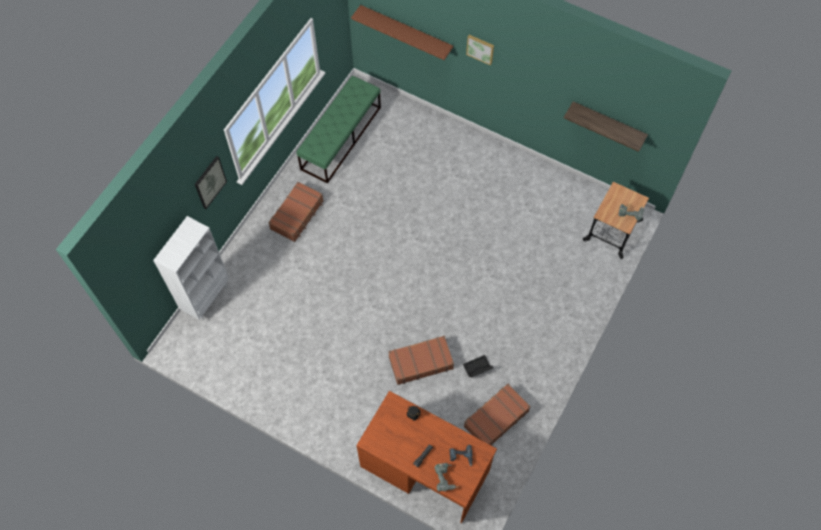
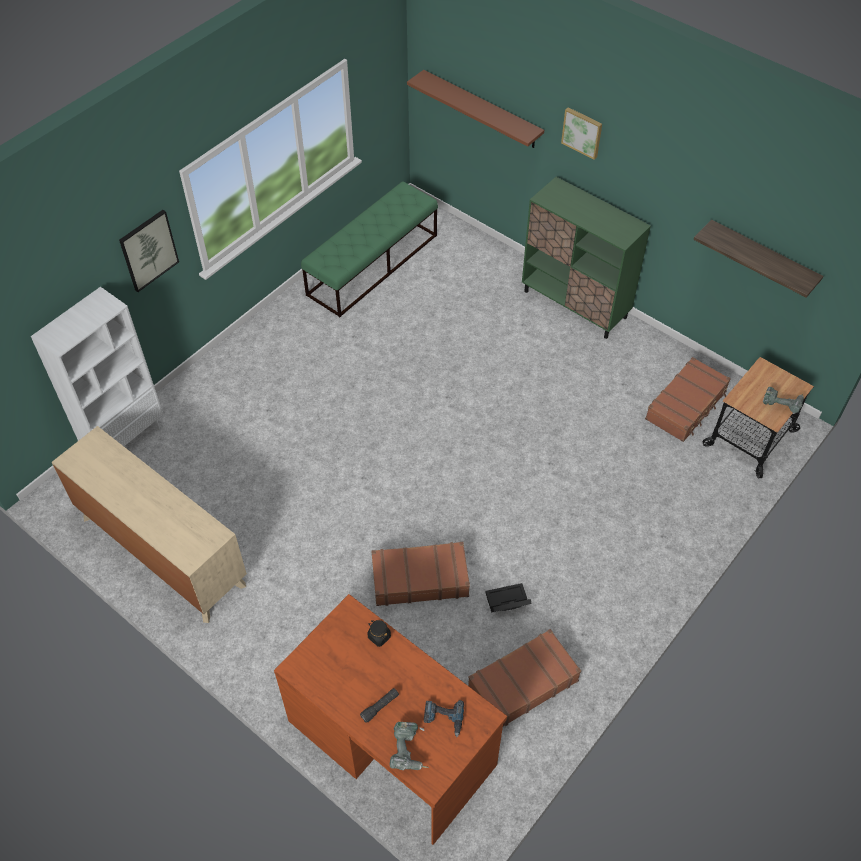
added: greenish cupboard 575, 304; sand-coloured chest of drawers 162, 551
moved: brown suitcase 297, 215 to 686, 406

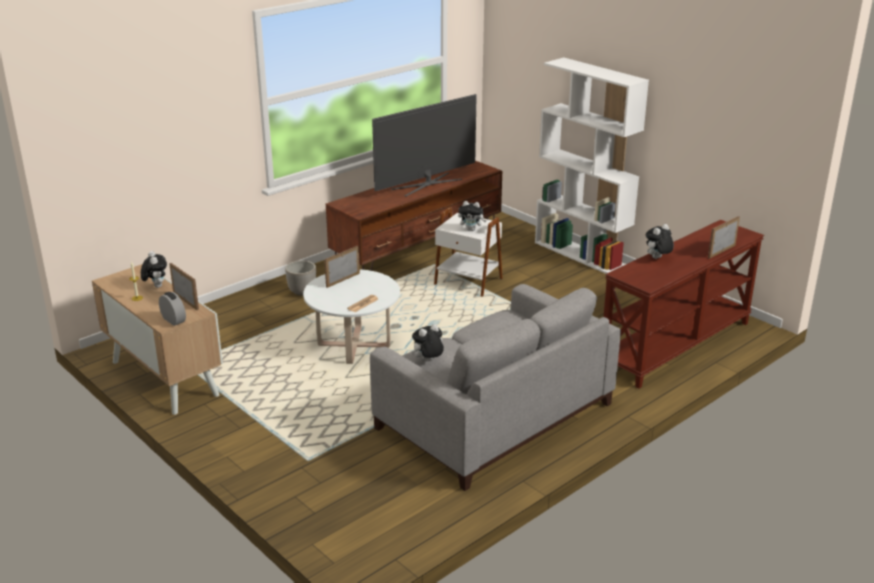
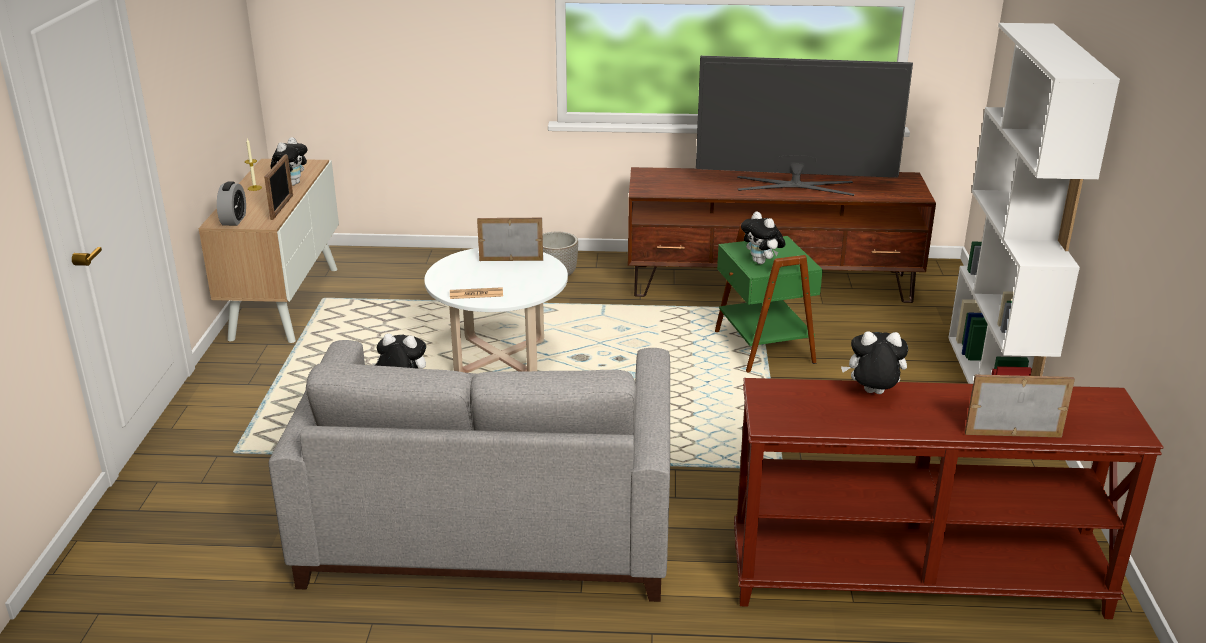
recoloured: white side table 467, 282 to greenish side table 762, 347

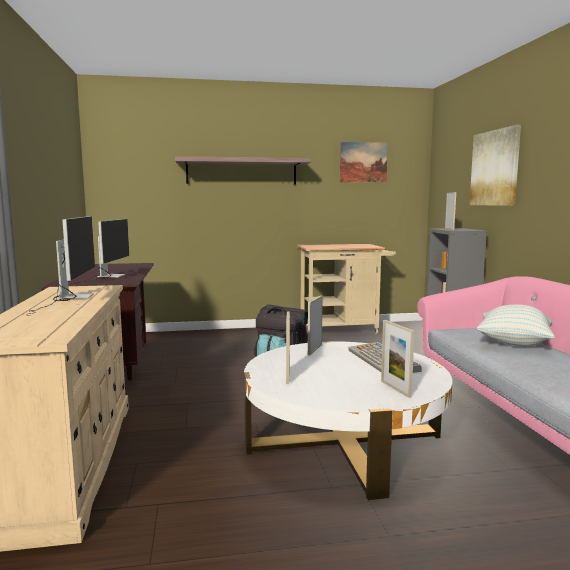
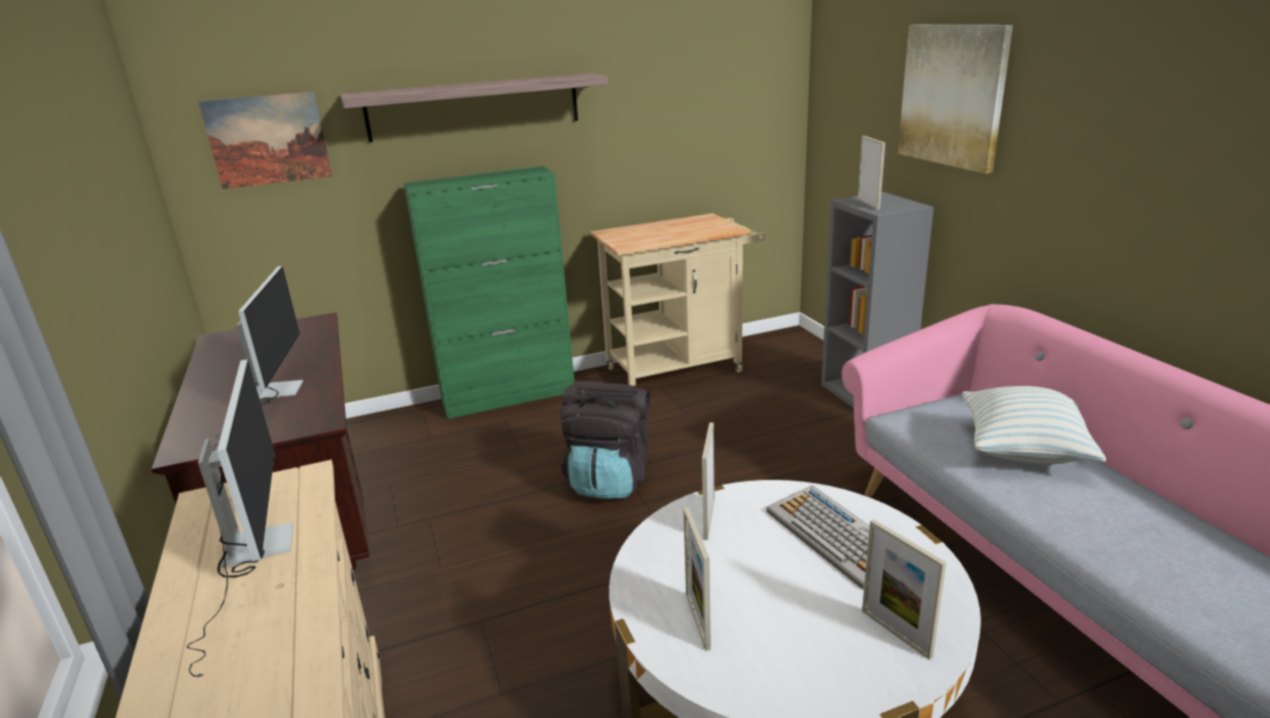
added: greenish cupboard 509, 396
moved: wall art 363, 162 to 268, 140

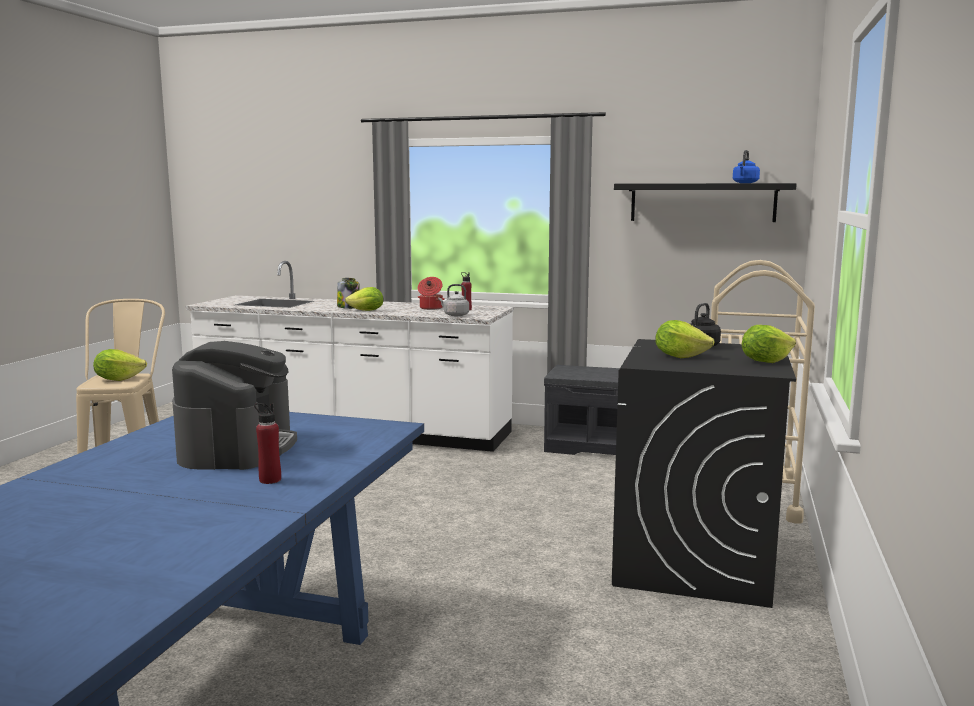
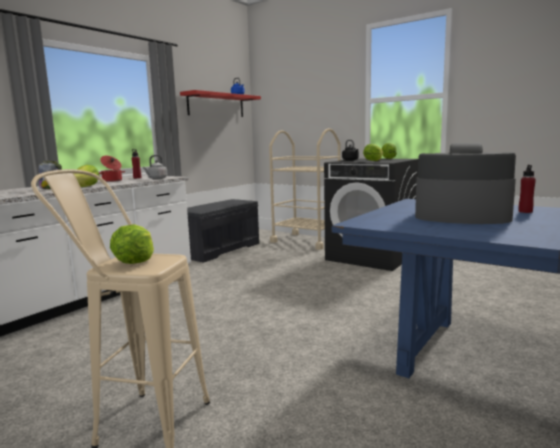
recoloured: black-coloured wall shelf 702, 202 to red-coloured wall shelf 216, 105

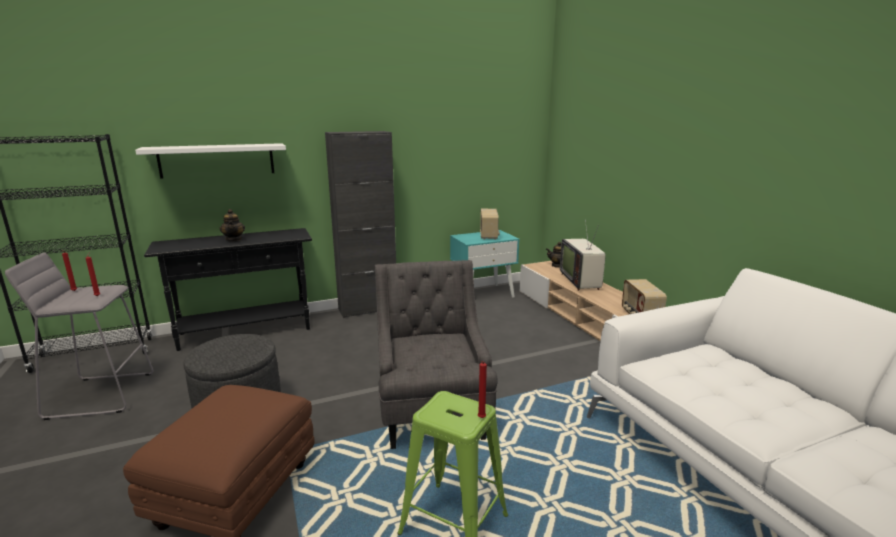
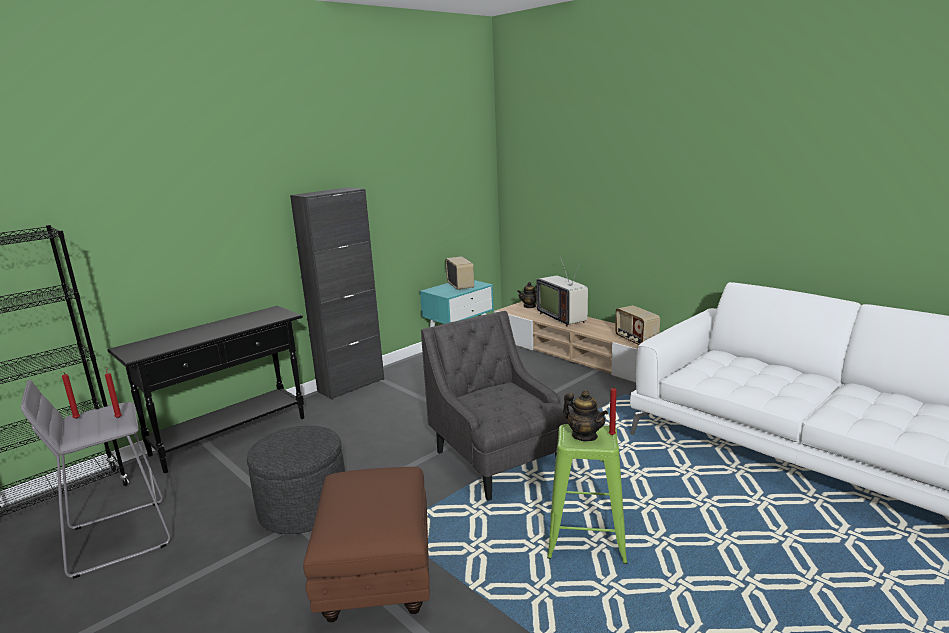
removed: white wall shelf 217, 160
moved: tea pot 234, 239 to 584, 436

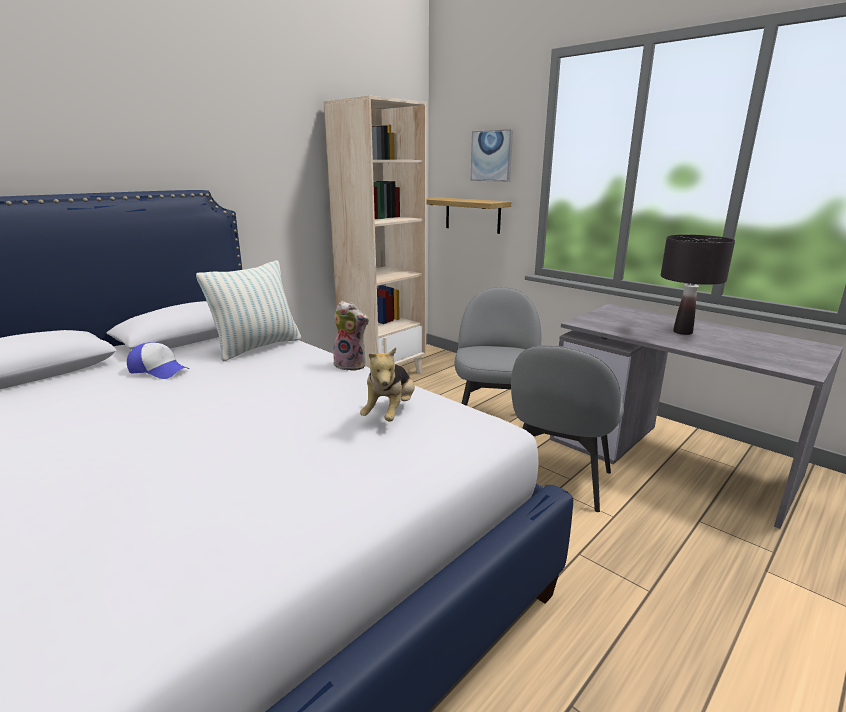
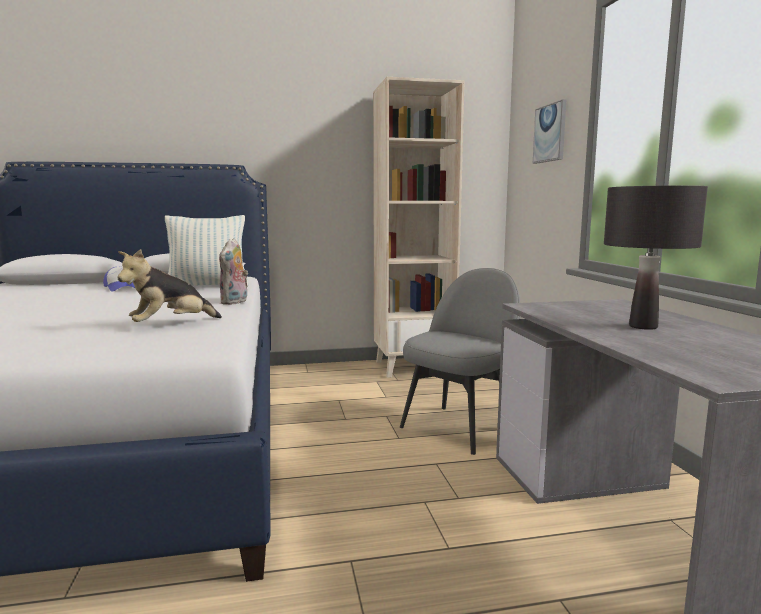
removed: wall shelf 472, 215; gray plain chair 557, 481
turned: cuddly toy 352, 365 = 235, 302 45 degrees clockwise

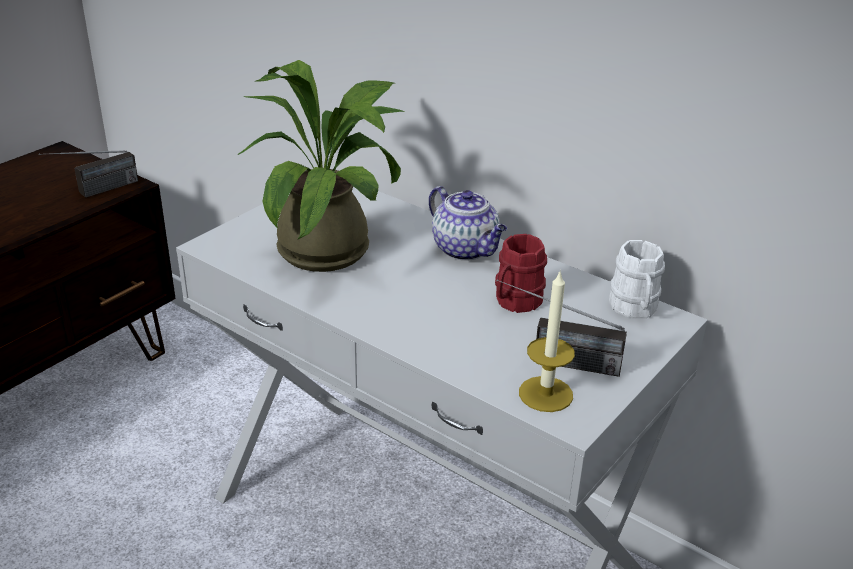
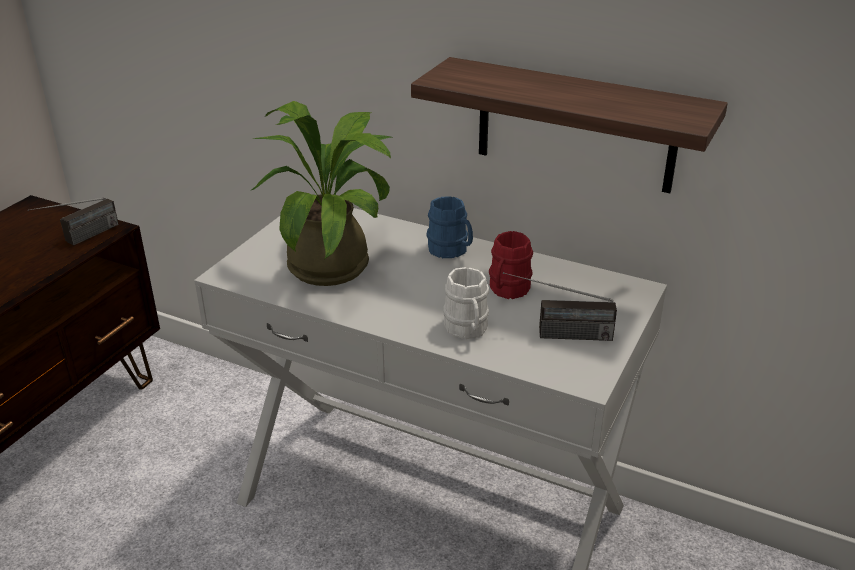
removed: wax light 545, 394
added: wall shelf 575, 126
moved: white mug 634, 309 to 467, 330
replaced: tea pot 466, 250 to blue mug 451, 251

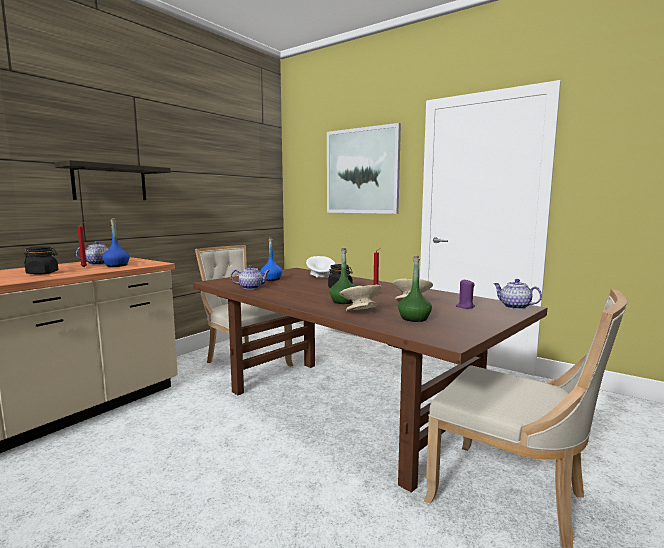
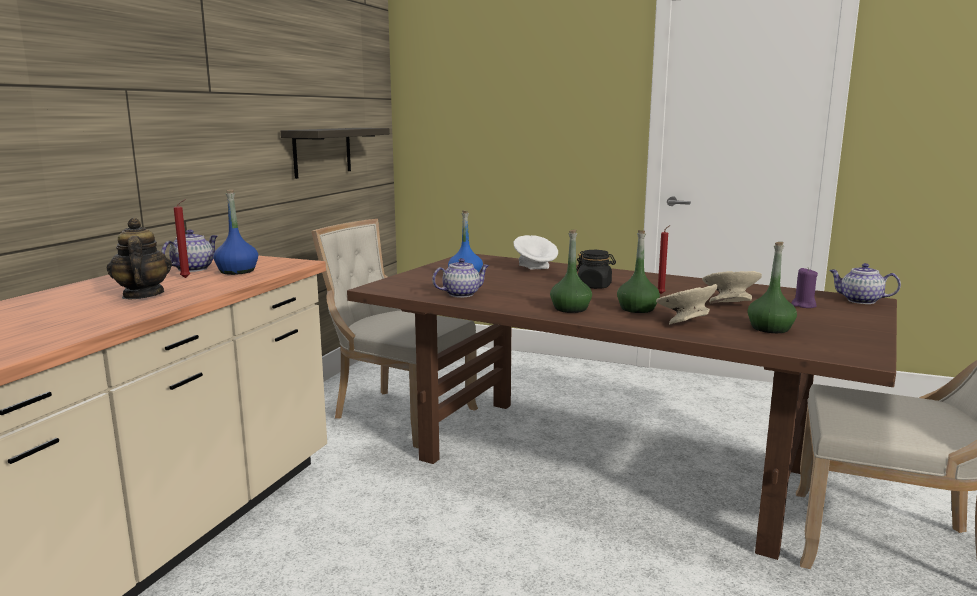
removed: wall art 362, 171
added: greenish beverage bottle 570, 309
moved: wall shelf 110, 183 to 322, 151
replaced: black-coloured preserve jar 43, 273 to tea pot 142, 295

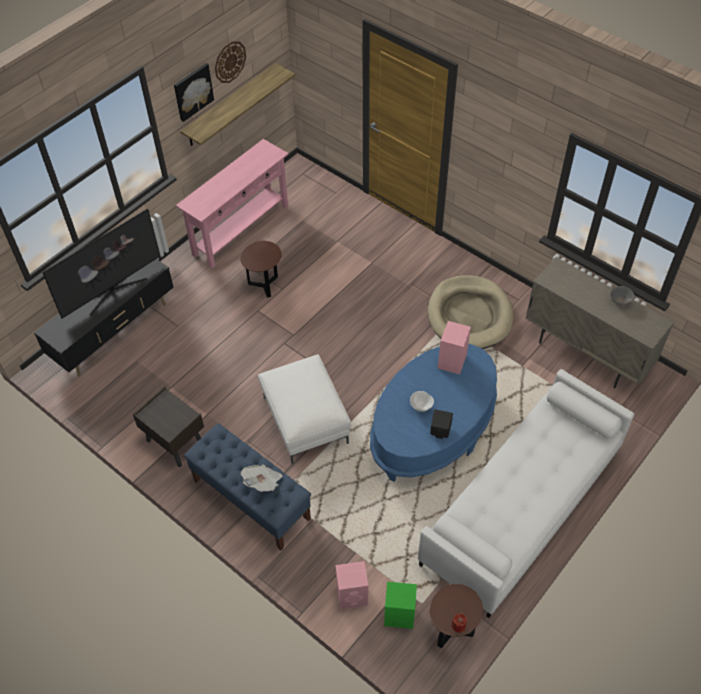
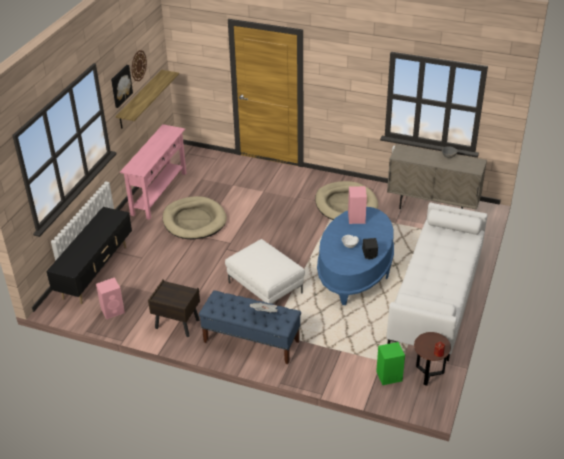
removed: television 112, 291
moved: pink speaker 353, 595 to 113, 310
replaced: brown side table 264, 286 to sand-coloured dog cushion 194, 221

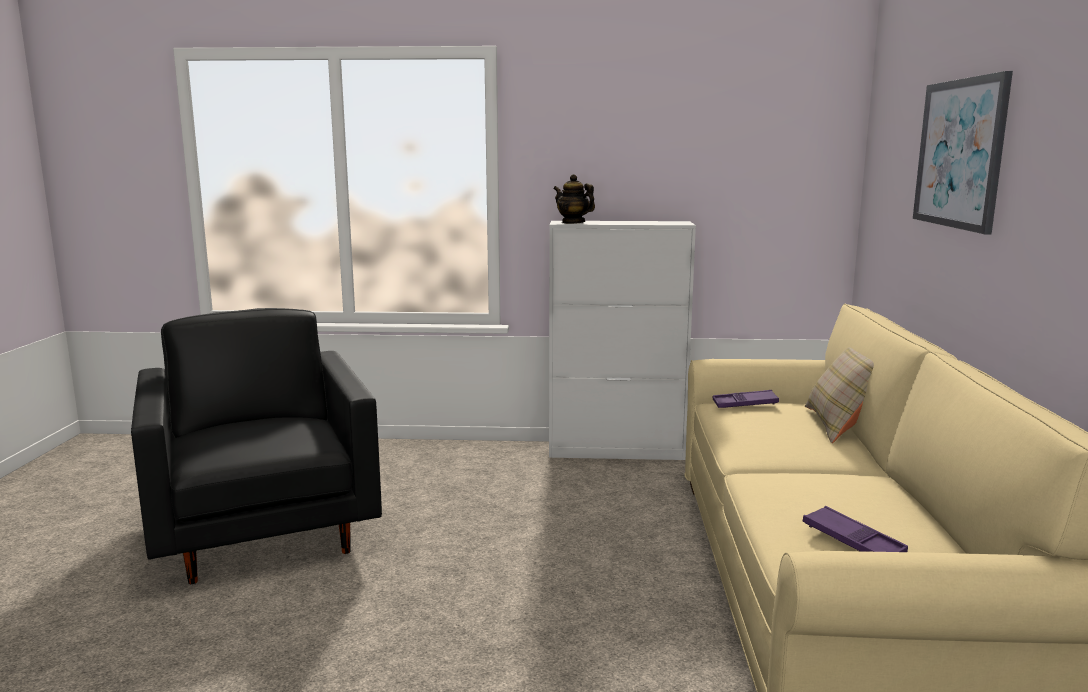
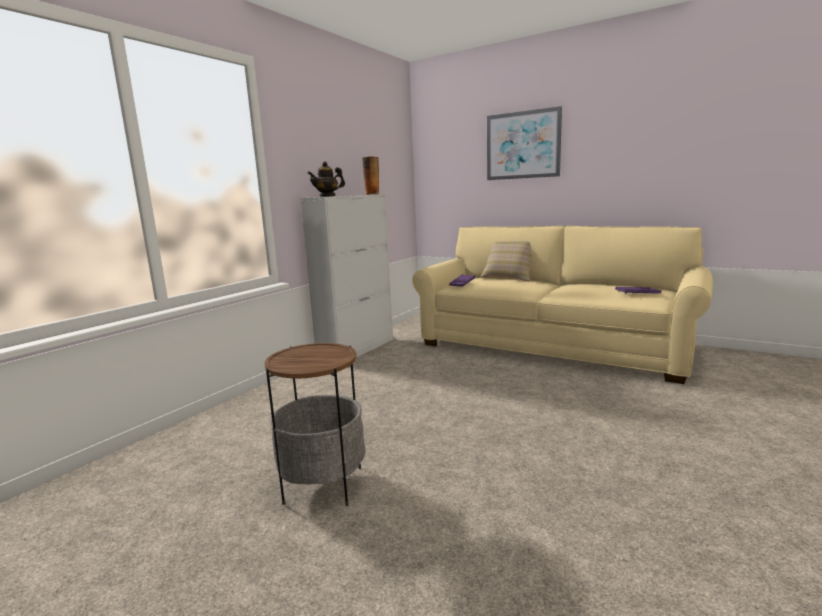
added: flower vase 372, 194
replaced: black-coloured armchair 264, 532 to side table 323, 485

